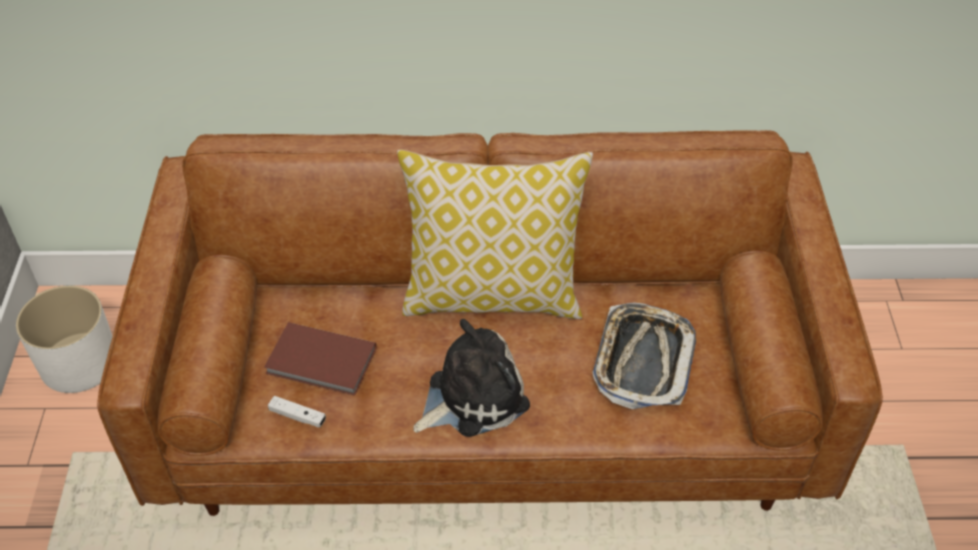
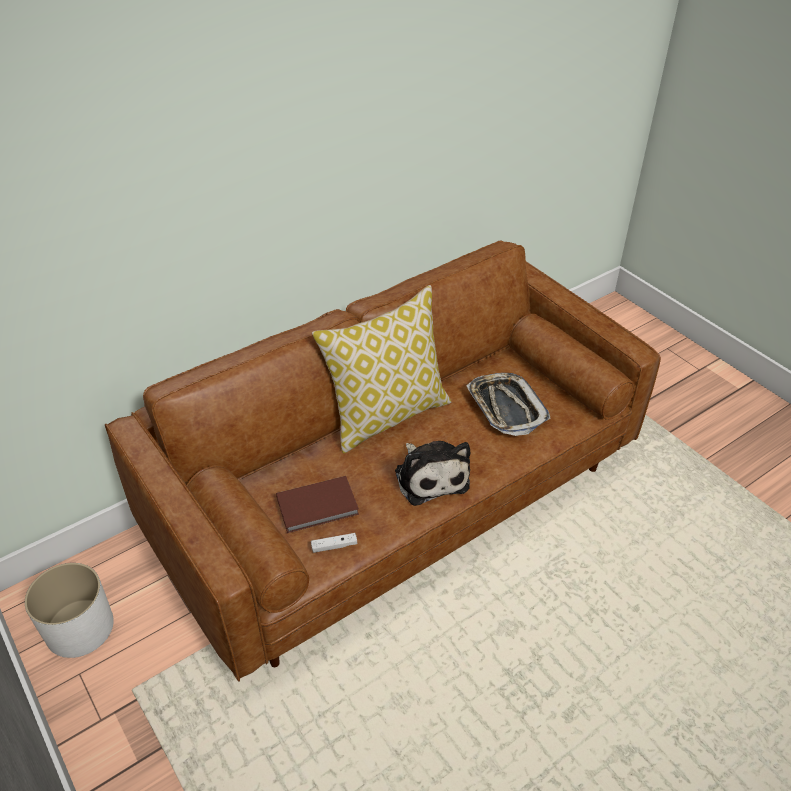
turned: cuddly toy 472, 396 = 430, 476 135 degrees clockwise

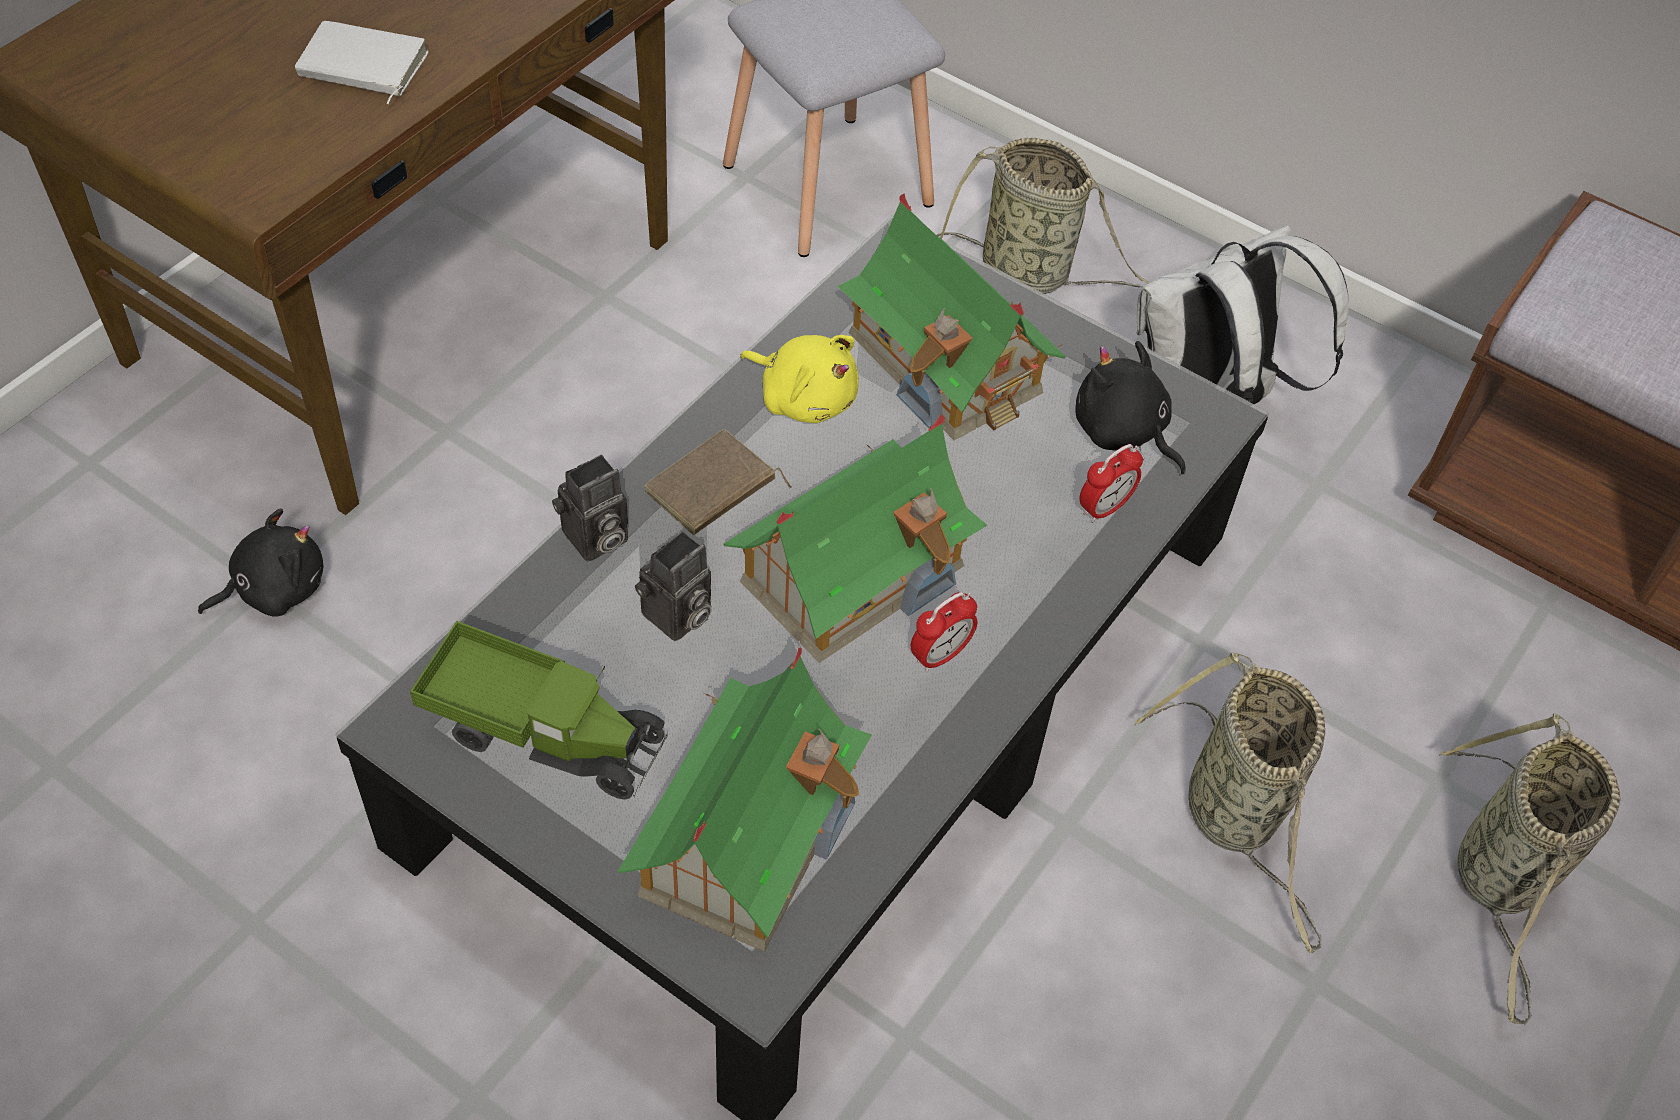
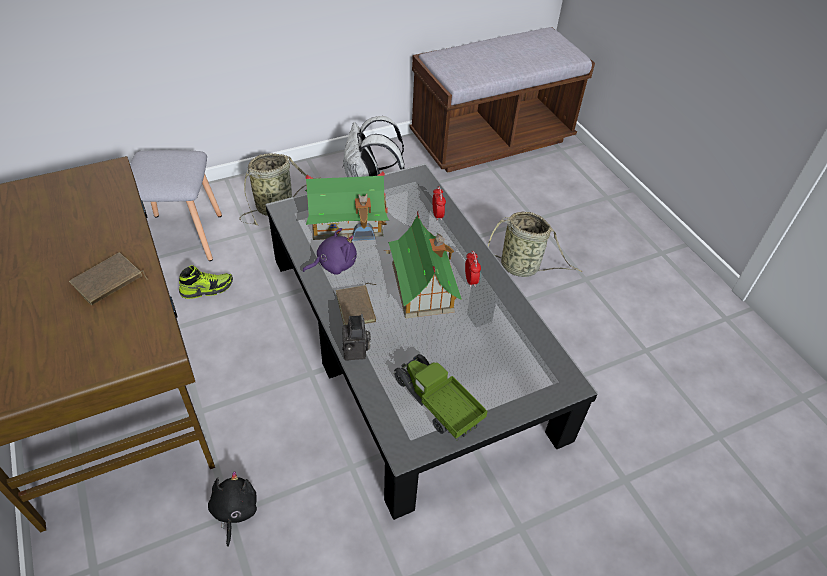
removed: black-coloured cuddly toy 1122, 433; photo camera 676, 618; toy house 748, 834; household basket 1500, 880
added: low shoe 207, 289
recoloured: white volume 361, 68 to brown volume 108, 282; yellow-coloured cuddly toy 804, 397 to purple-coloured cuddly toy 333, 264
turned: toy truck 543, 731 = 436, 404 90 degrees counterclockwise

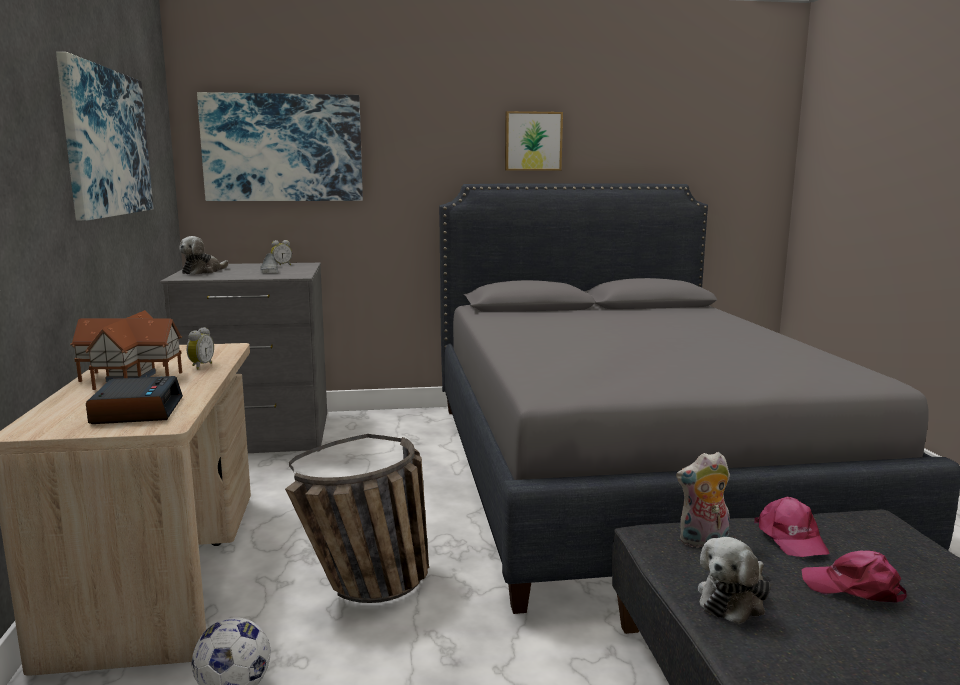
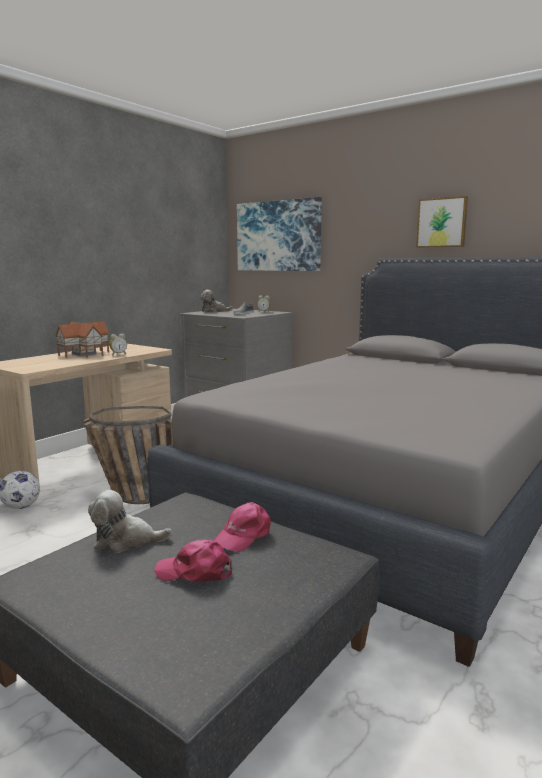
removed: wall art 106, 142; alarm clock 136, 411; cuddly toy 702, 543
turned: pink cap 854, 587 = 195, 571 60 degrees counterclockwise

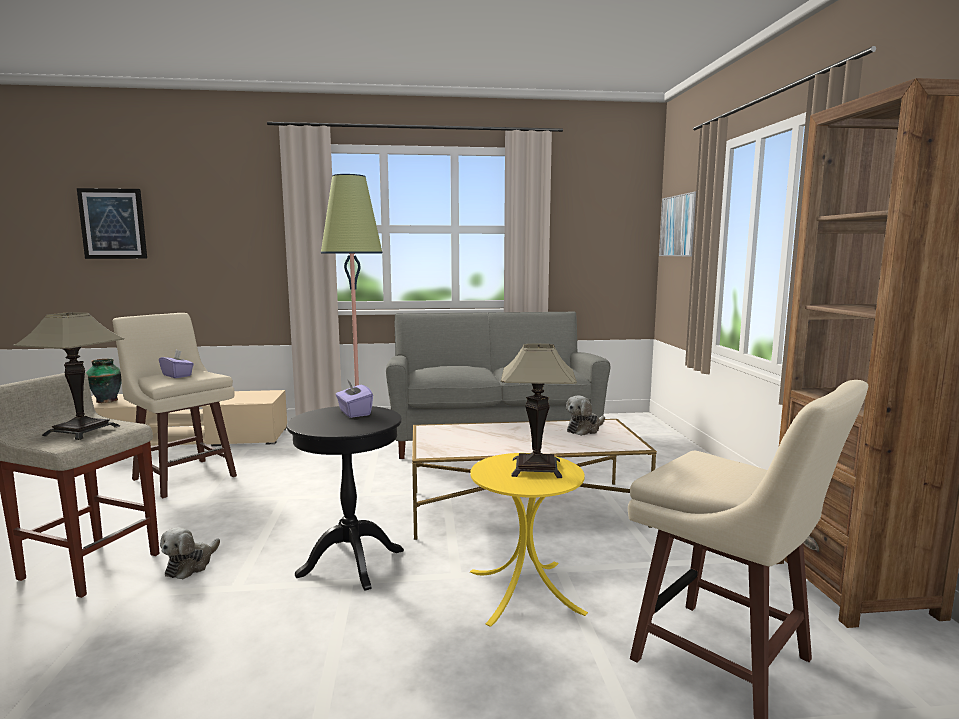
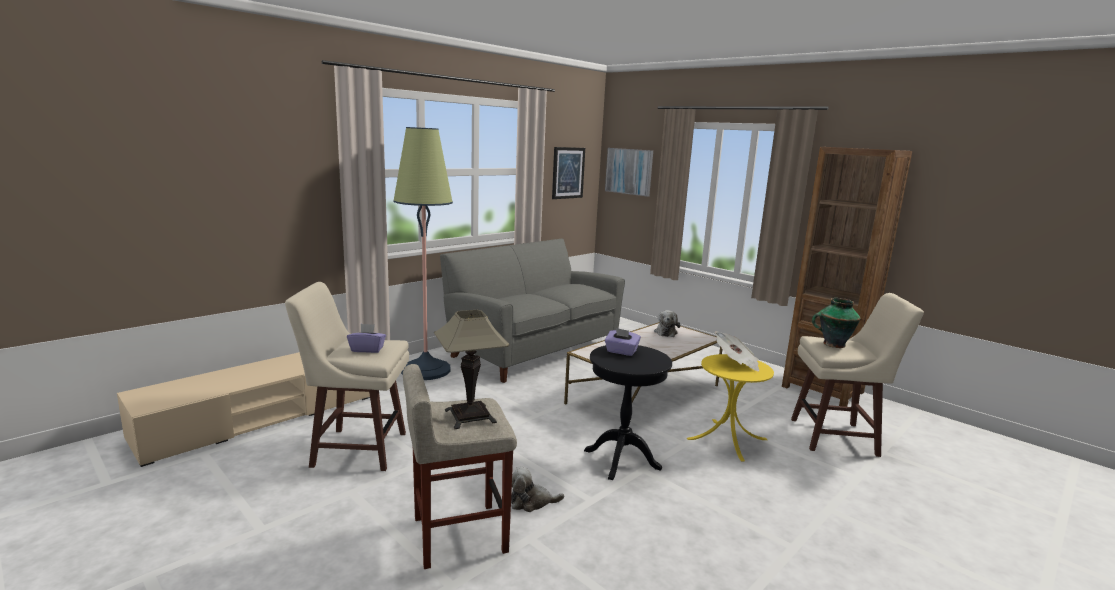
moved: wall art 113, 224 to 568, 173; flower vase 106, 400 to 833, 344
replaced: lamp for a table 536, 468 to newspaper 736, 363
turned: cuddly toy 191, 565 = 531, 502 105 degrees clockwise

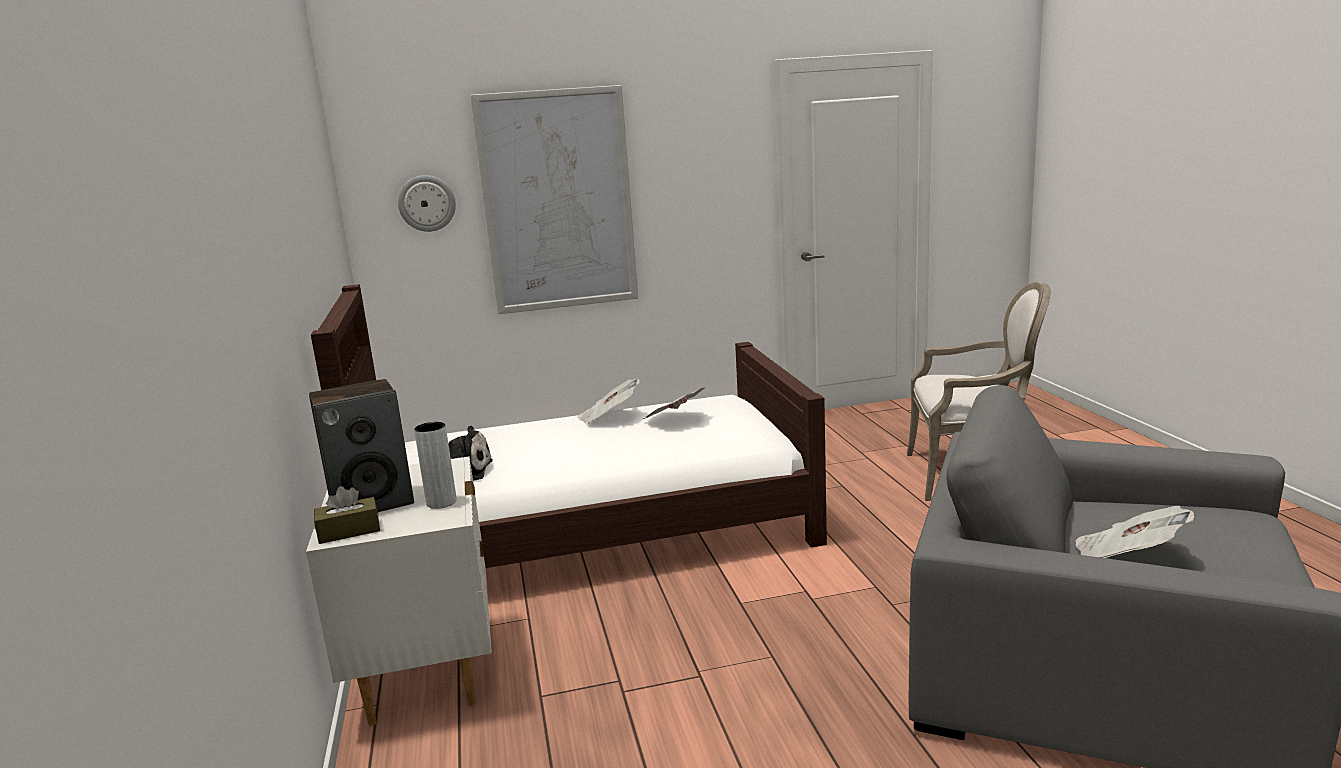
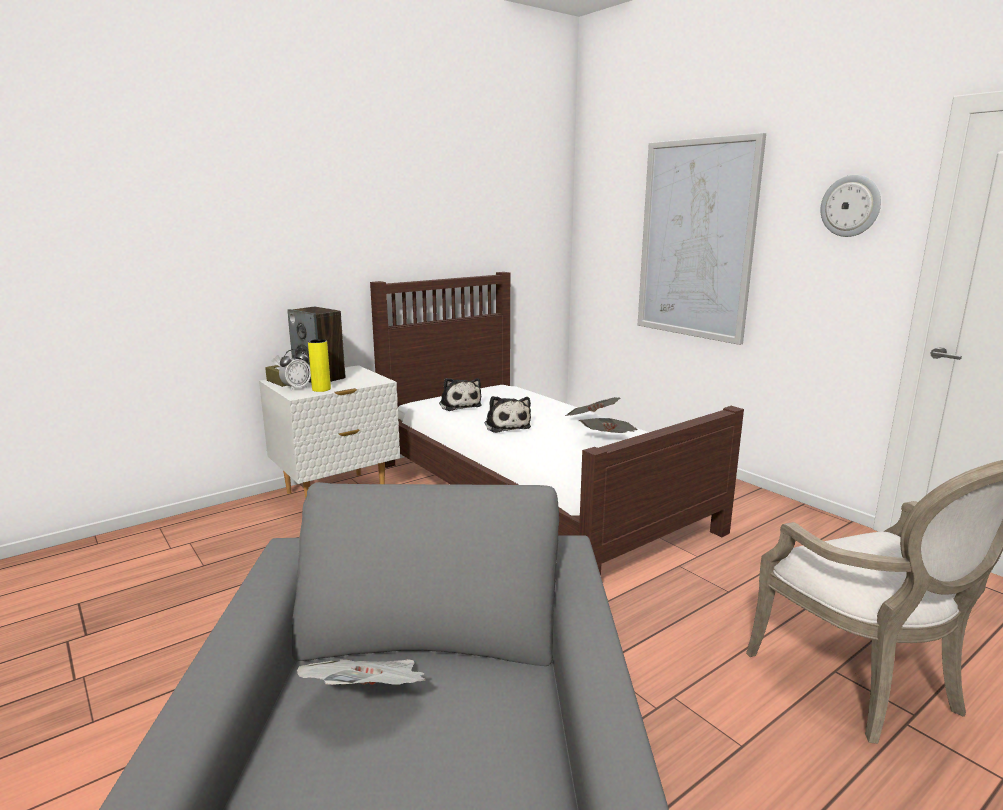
added: alarm clock 296, 388; cuddly toy 506, 425
moved: wall clock 427, 203 to 850, 206
recoloured: gray flower vase 441, 502 to yellow-coloured flower vase 321, 389

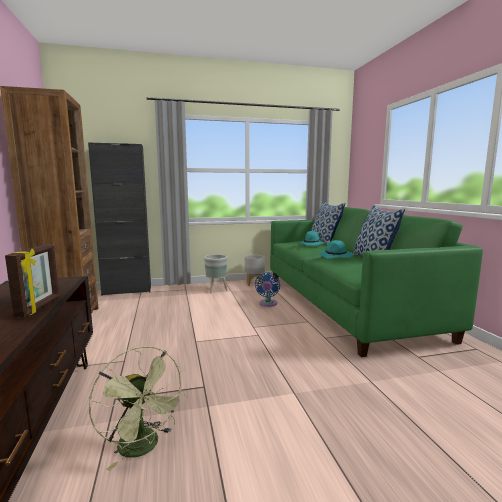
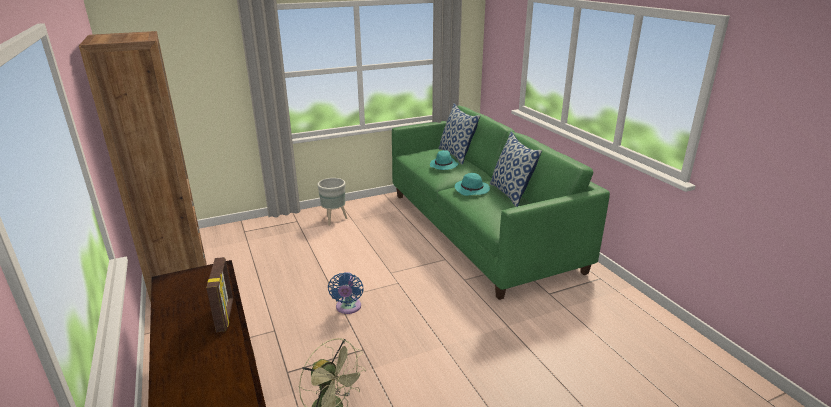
removed: black-coloured cupboard 127, 290; gray planter 254, 283
moved: blue cooling fan 267, 304 to 348, 308

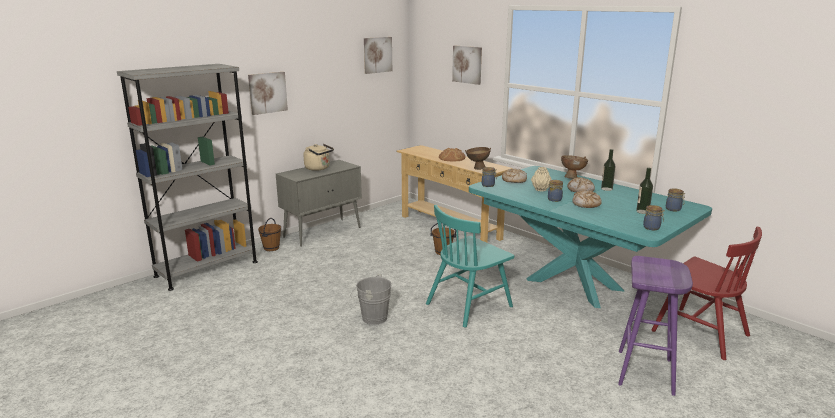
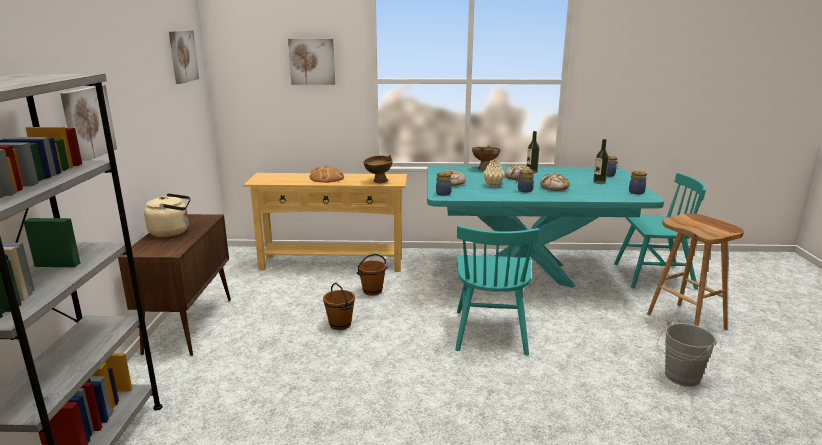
moved: brown bucket 271, 248 to 339, 325; gray bucket 371, 317 to 679, 378
recoloured: gray cupboard 323, 232 to brown cupboard 190, 324; red-coloured plain chair 699, 333 to blue-green plain chair 653, 276; purple-coloured stool 646, 372 to brown stool 687, 322

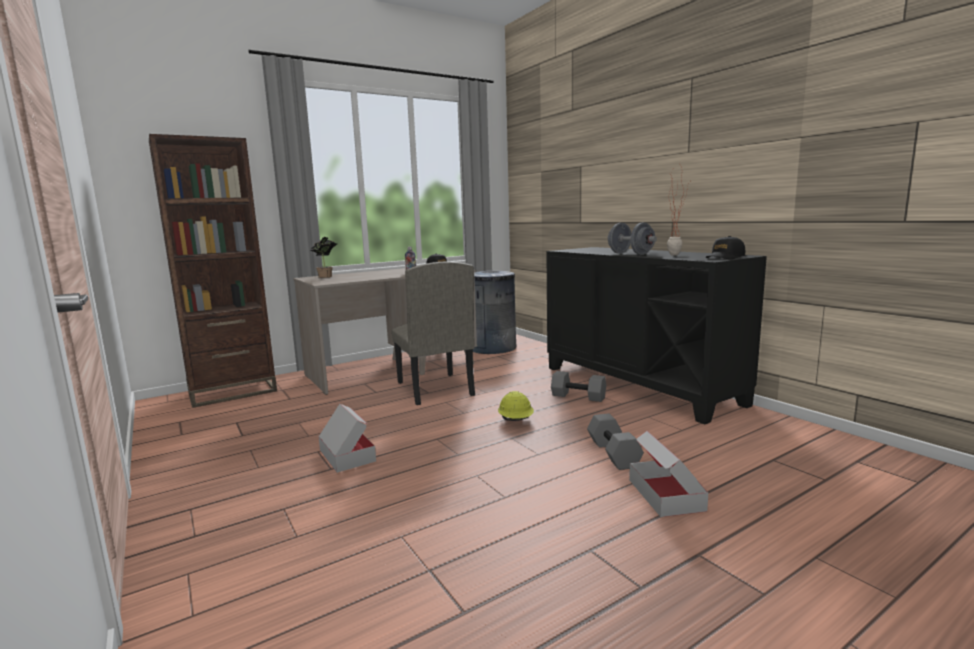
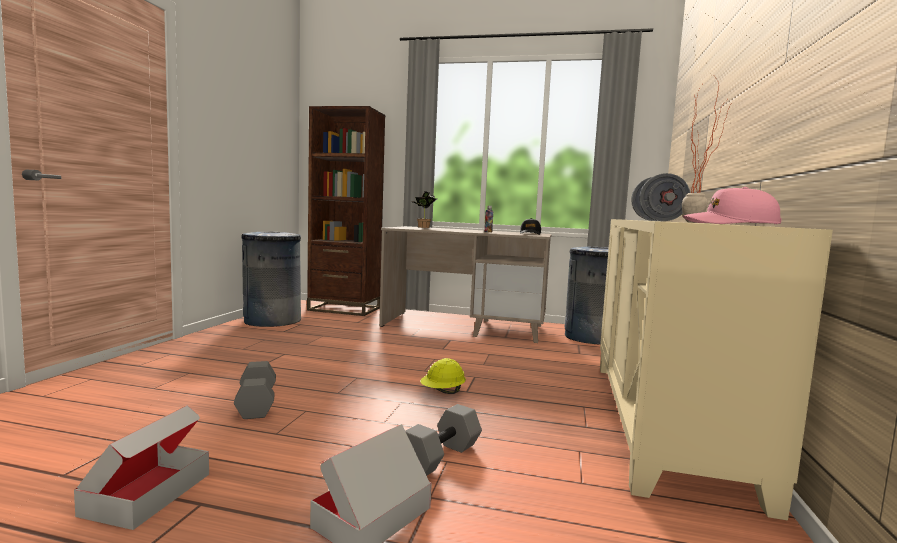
removed: sand-coloured plain chair 434, 389
added: gray waste bin 272, 321
moved: gray hand weight 579, 396 to 257, 404; carton 347, 455 to 147, 493
recoloured: black-coloured cap 725, 257 to pink cap 730, 224; black-coloured cupboard 639, 385 to sand-coloured cupboard 665, 421

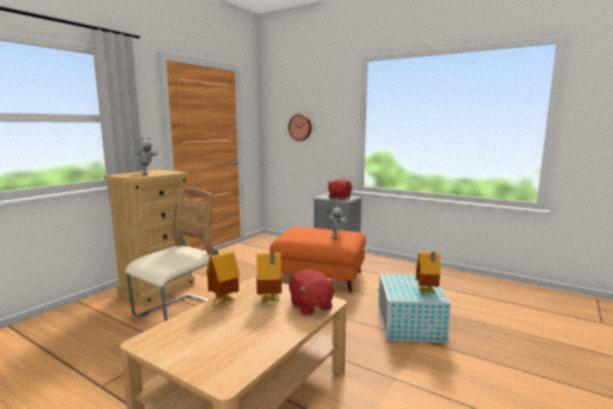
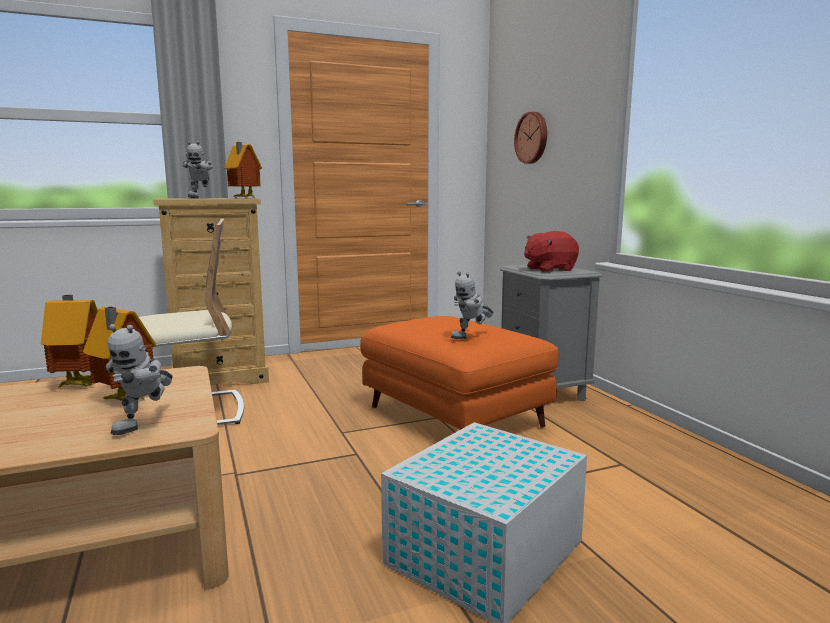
moved: toy house 427, 292 to 244, 198
replaced: red-coloured cuddly toy 311, 306 to toy robot 145, 425

